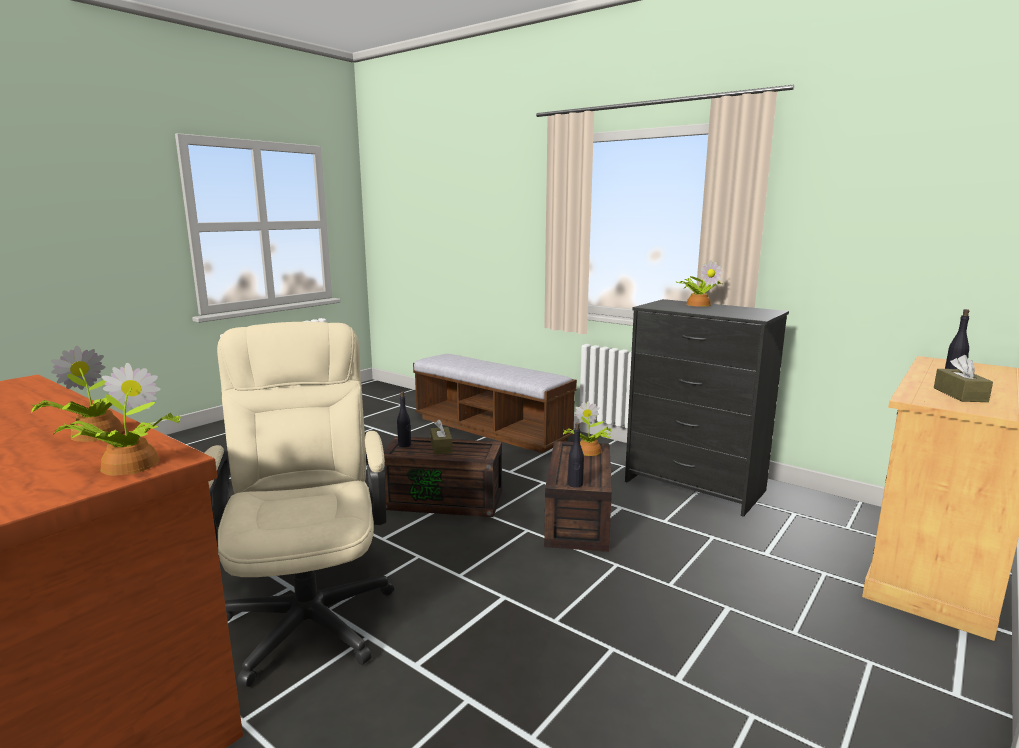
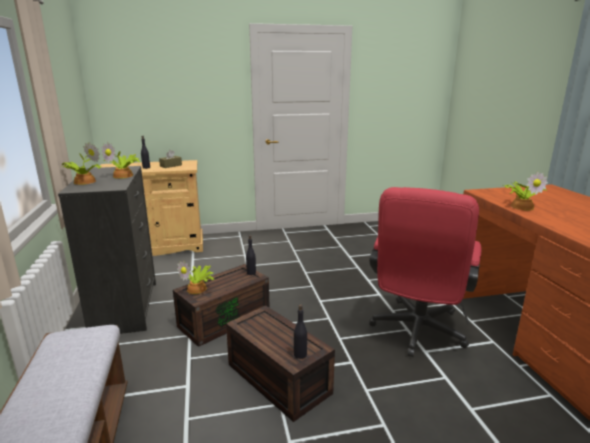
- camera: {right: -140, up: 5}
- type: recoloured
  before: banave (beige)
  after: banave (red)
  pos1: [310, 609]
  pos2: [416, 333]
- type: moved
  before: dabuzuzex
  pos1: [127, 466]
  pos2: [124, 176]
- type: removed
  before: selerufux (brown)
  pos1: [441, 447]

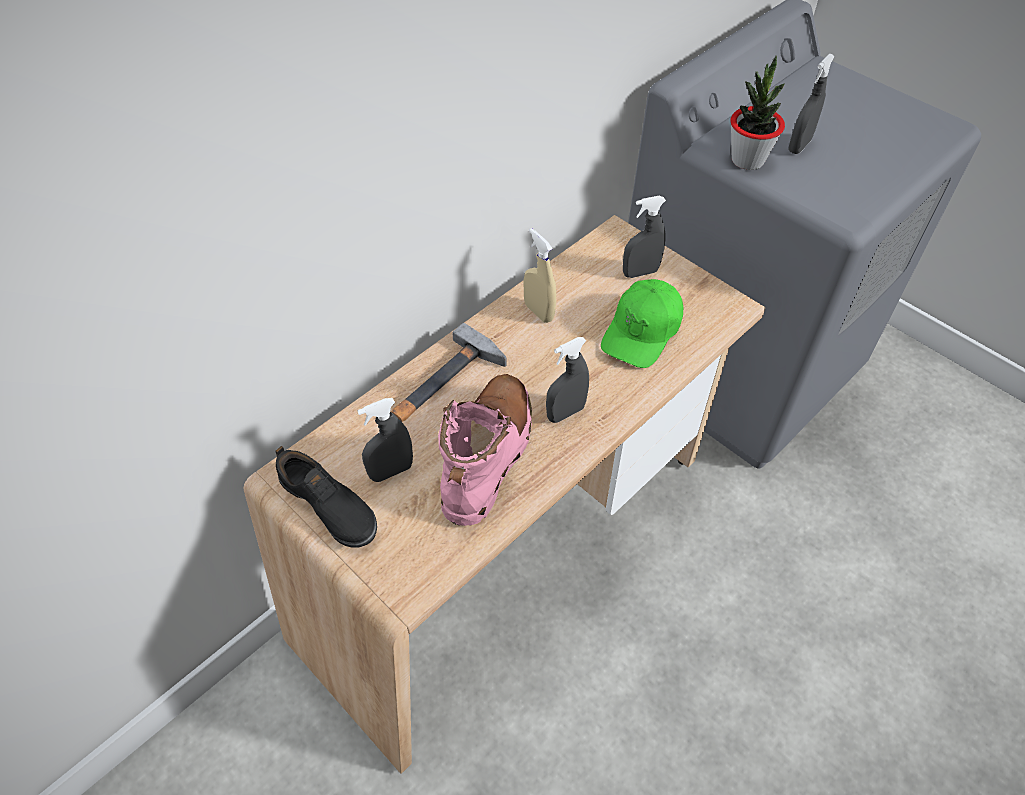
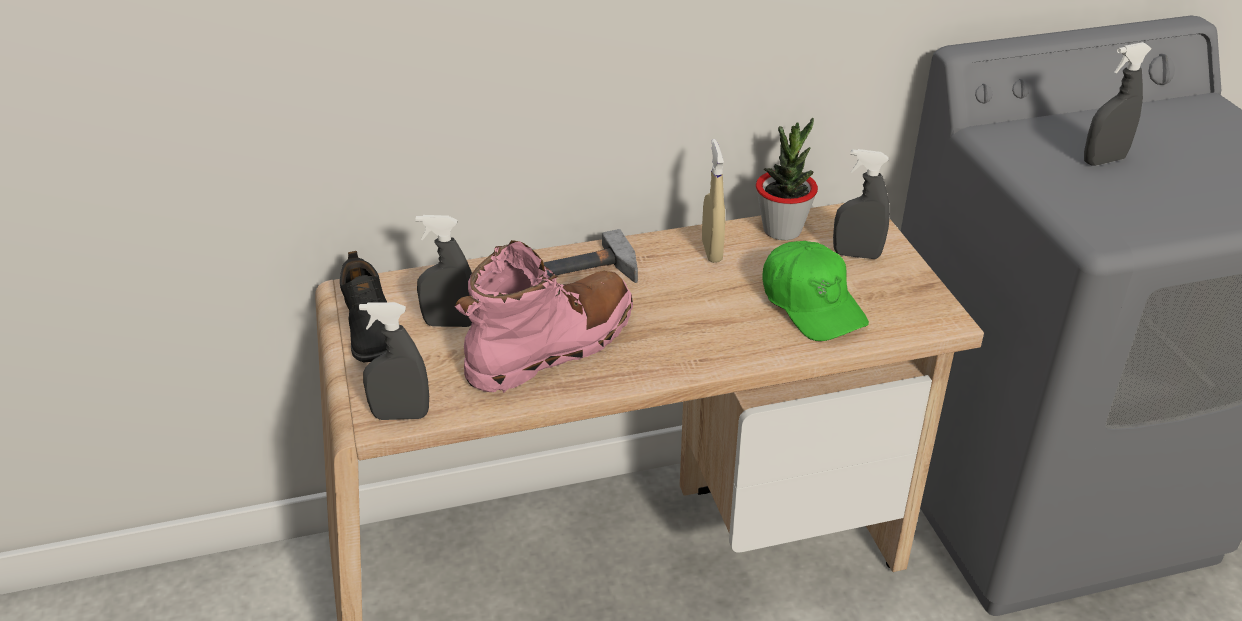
- camera: {right: 30, up: -15}
- type: moved
  before: dabuzuzex
  pos1: [747, 160]
  pos2: [782, 230]
- type: turned
  before: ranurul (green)
  pos1: [642, 331]
  pos2: [812, 304]
  turn: -90
- type: moved
  before: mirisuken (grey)
  pos1: [565, 413]
  pos2: [400, 415]

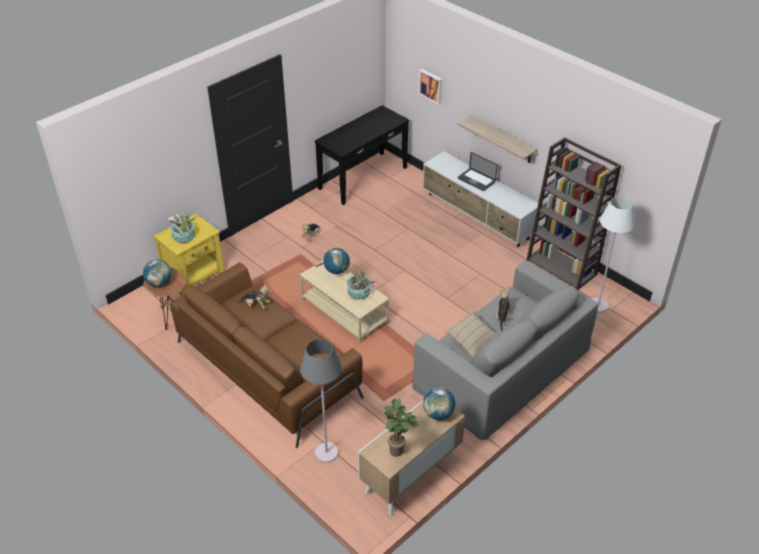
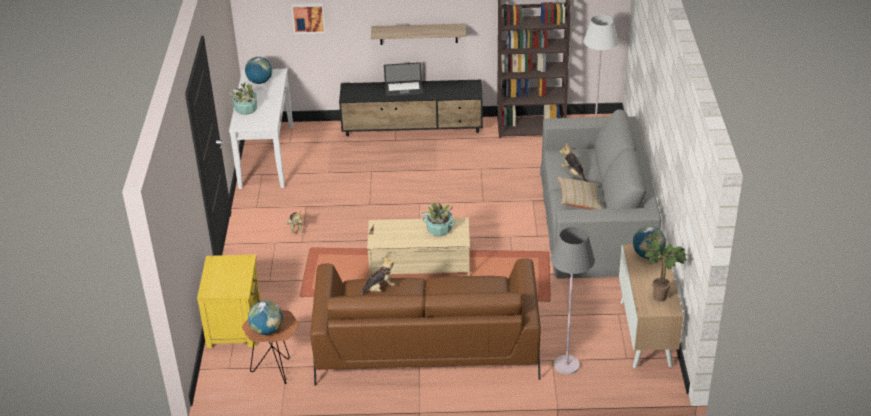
- camera: {right: -45, up: -5}
- type: recoloured
  before: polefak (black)
  after: polefak (white)
  pos1: [363, 178]
  pos2: [266, 156]
- type: recoloured
  before: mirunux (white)
  after: mirunux (black)
  pos1: [477, 216]
  pos2: [413, 129]
- type: moved
  before: dabuzuzex
  pos1: [184, 237]
  pos2: [246, 109]
- type: moved
  before: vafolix
  pos1: [337, 270]
  pos2: [260, 82]

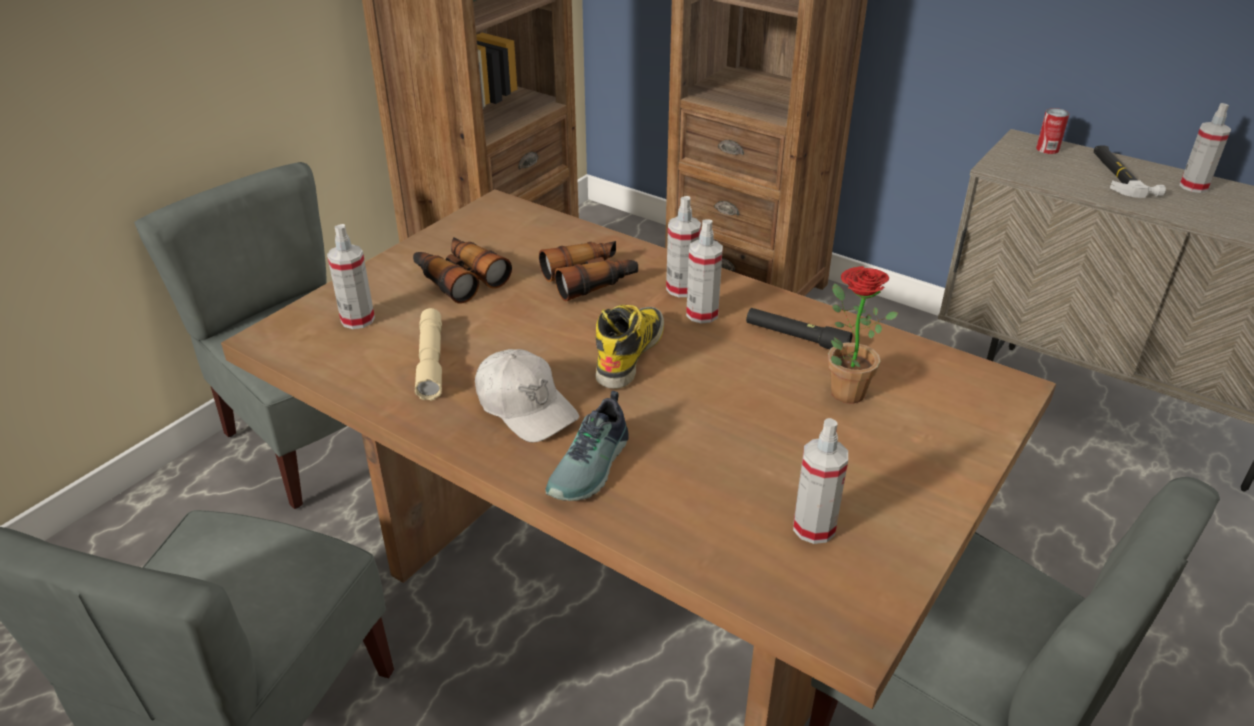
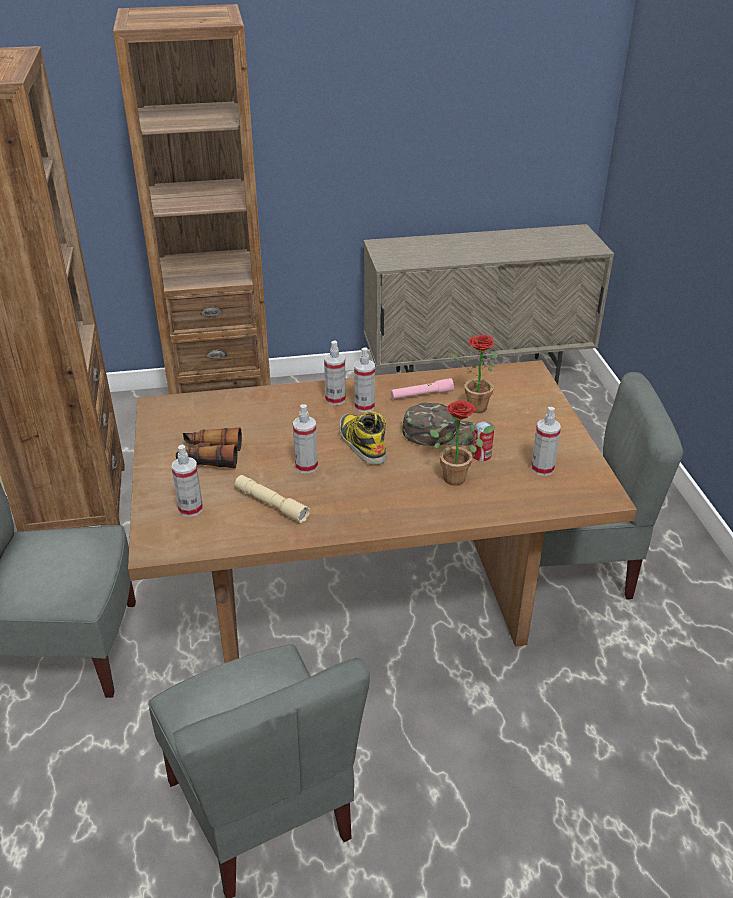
- camera: {right: -45, up: 0}
- type: moved
  before: mirisuken
  pos1: [1193, 186]
  pos2: [306, 466]
- type: moved
  before: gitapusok
  pos1: [1047, 149]
  pos2: [481, 455]
- type: removed
  before: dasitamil
  pos1: [1119, 175]
- type: removed
  before: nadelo
  pos1: [590, 279]
- type: recoloured
  before: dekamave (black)
  after: dekamave (pink)
  pos1: [796, 337]
  pos2: [421, 395]
- type: removed
  before: ranurul (white)
  pos1: [525, 407]
- type: removed
  before: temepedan
  pos1: [592, 467]
- type: added
  after: dabuzuzex
  pos2: [458, 477]
- type: added
  after: ranurul (green)
  pos2: [441, 432]

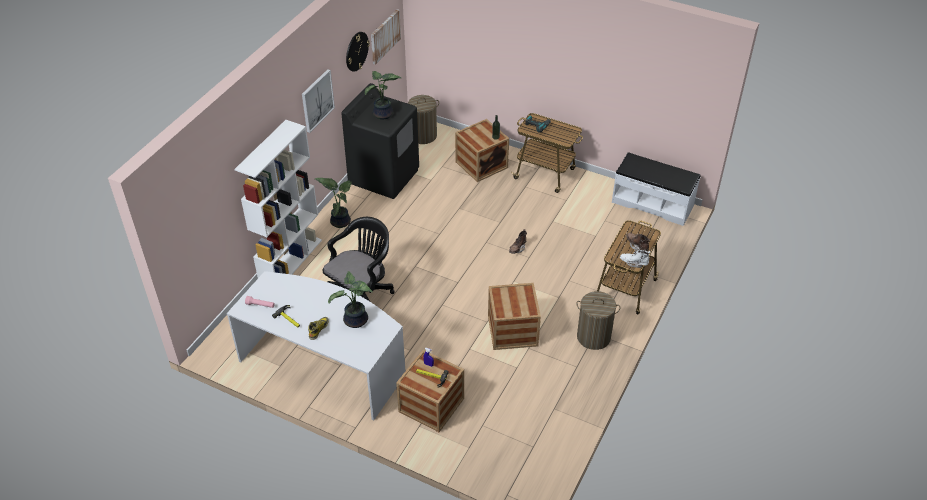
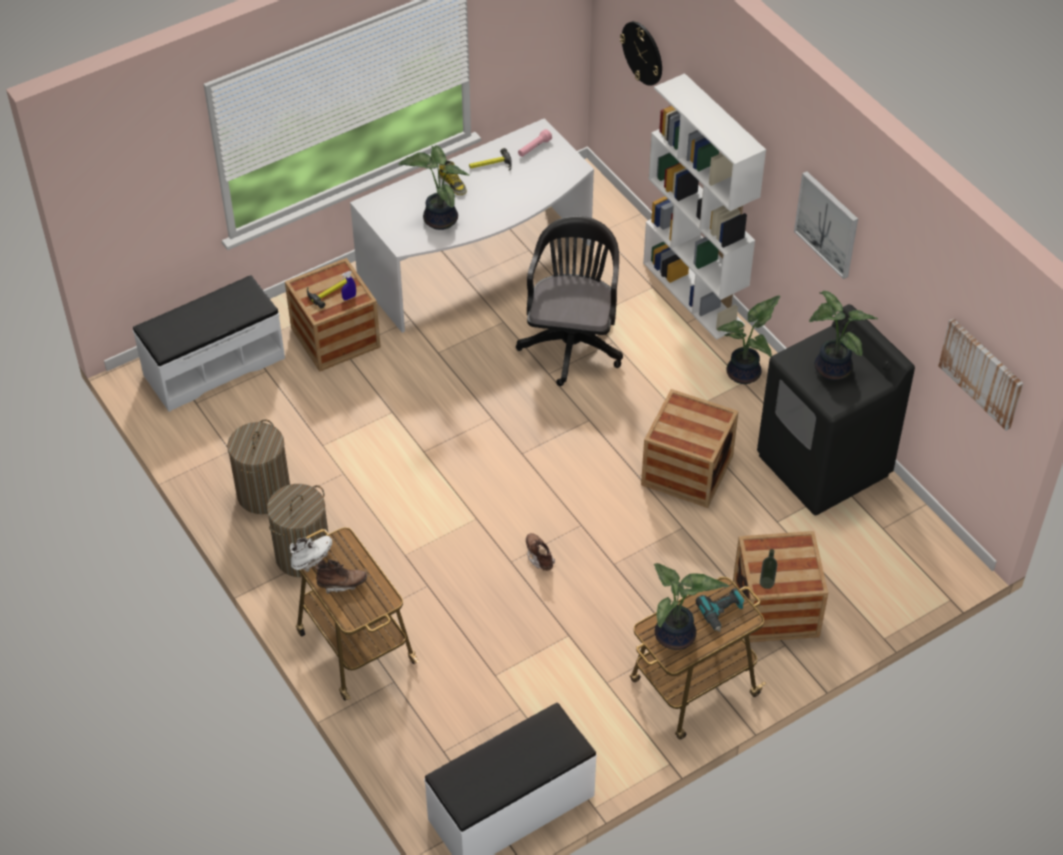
- camera: {right: 120, up: 5}
- type: moved
  before: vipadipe
  pos1: [356, 51]
  pos2: [643, 53]
- type: moved
  before: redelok
  pos1: [423, 135]
  pos2: [264, 493]
- type: turned
  before: banave (black)
  pos1: [361, 295]
  pos2: [572, 342]
  turn: -150
- type: moved
  before: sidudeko
  pos1: [512, 331]
  pos2: [687, 470]
- type: added
  after: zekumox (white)
  pos2: [214, 366]
- type: added
  after: dabuzuzex
  pos2: [676, 637]

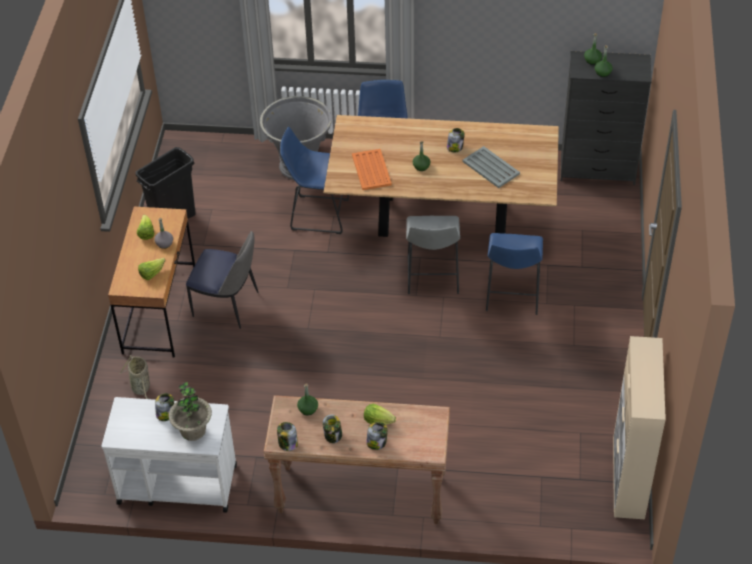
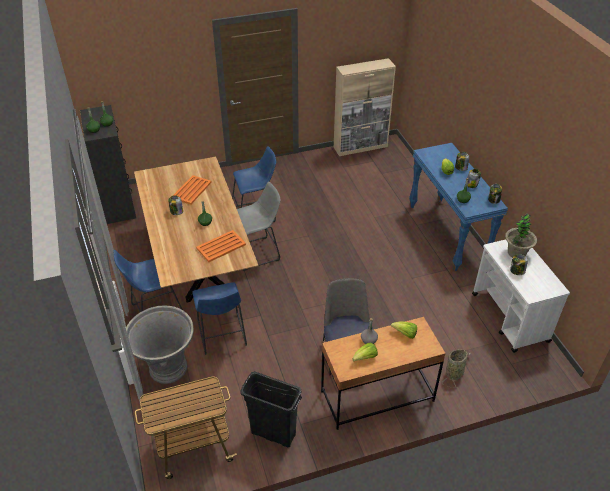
- camera: {right: -115, up: -5}
- type: recoloured
  before: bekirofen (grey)
  after: bekirofen (orange)
  pos1: [490, 167]
  pos2: [191, 190]
- type: recoloured
  before: polefak (brown)
  after: polefak (blue)
  pos1: [360, 496]
  pos2: [448, 233]
- type: added
  after: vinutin
  pos2: [192, 447]

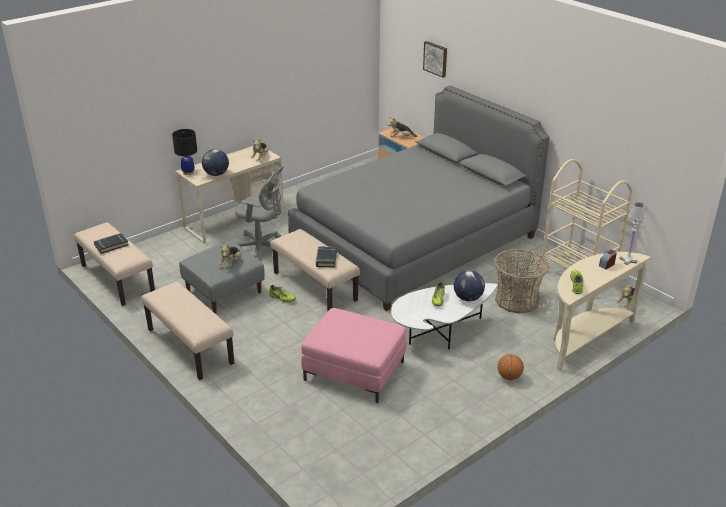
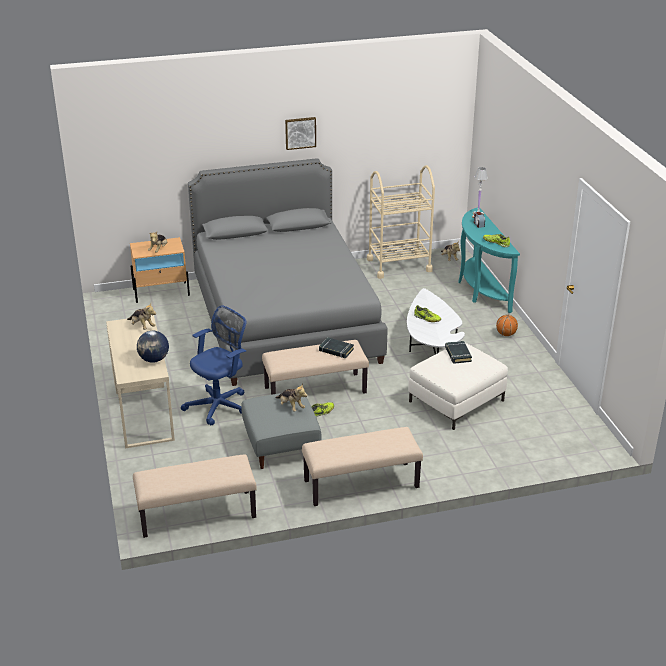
- camera: {right: -65, up: 0}
- type: moved
  before: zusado
  pos1: [436, 58]
  pos2: [300, 132]
- type: removed
  before: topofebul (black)
  pos1: [188, 172]
- type: recoloured
  before: banave (grey)
  after: banave (blue)
  pos1: [262, 249]
  pos2: [220, 405]
- type: moved
  before: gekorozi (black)
  pos1: [111, 245]
  pos2: [457, 354]
- type: removed
  before: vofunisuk
  pos1: [516, 300]
- type: recoloured
  before: polefak (beige)
  after: polefak (turquoise)
  pos1: [585, 338]
  pos2: [480, 290]
- type: removed
  before: vafolix
  pos1: [468, 298]
- type: recoloured
  before: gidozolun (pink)
  after: gidozolun (white)
  pos1: [354, 371]
  pos2: [456, 401]

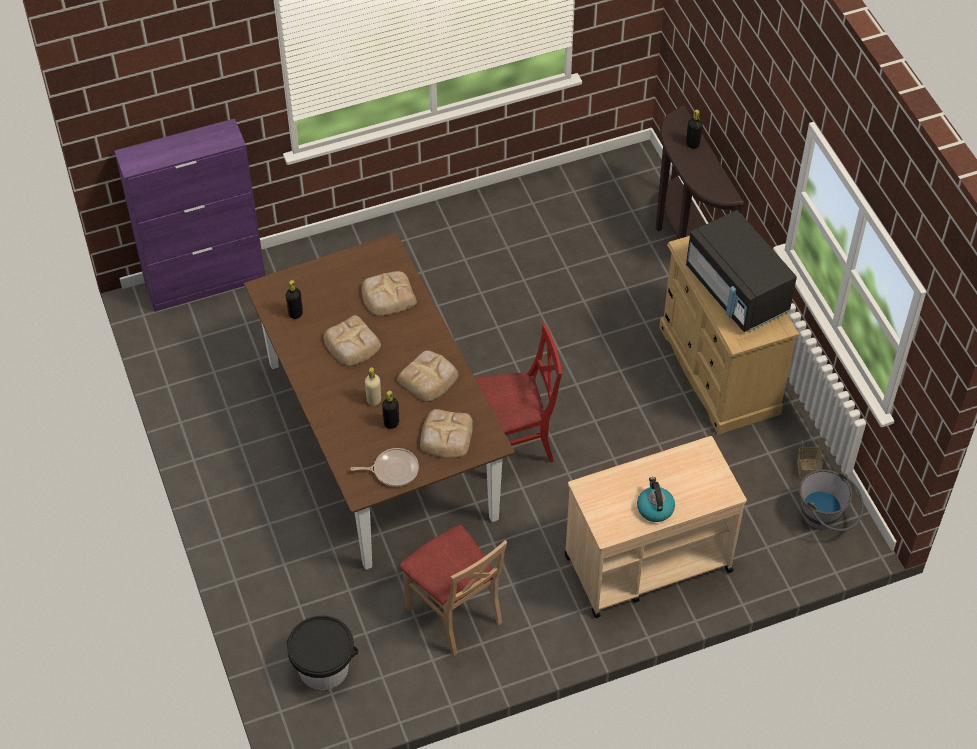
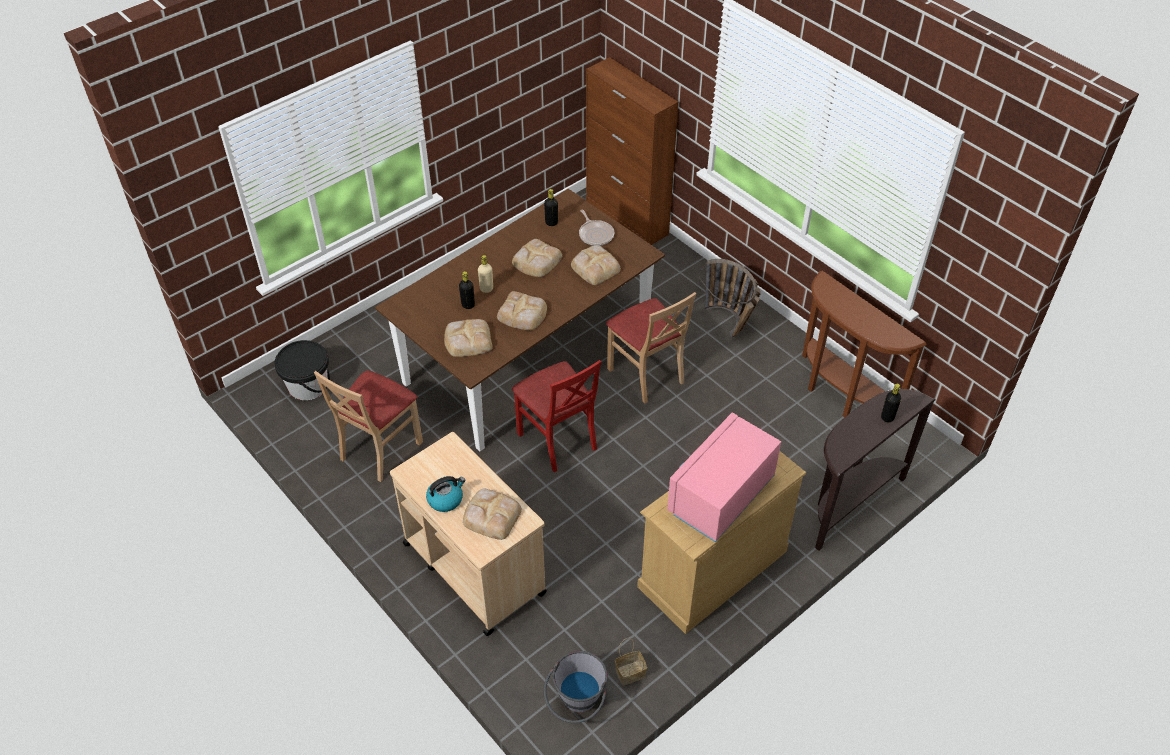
- camera: {right: 70, up: -5}
- type: recoloured
  before: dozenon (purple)
  after: dozenon (brown)
  pos1: [206, 282]
  pos2: [627, 218]
- type: recoloured
  before: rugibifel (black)
  after: rugibifel (pink)
  pos1: [736, 291]
  pos2: [720, 495]
- type: moved
  before: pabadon
  pos1: [393, 470]
  pos2: [595, 234]
- type: added
  after: vofunisuk
  pos2: [730, 326]
- type: added
  after: polefak (brown)
  pos2: [839, 395]
- type: added
  after: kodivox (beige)
  pos2: [646, 374]
- type: added
  after: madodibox
  pos2: [491, 515]

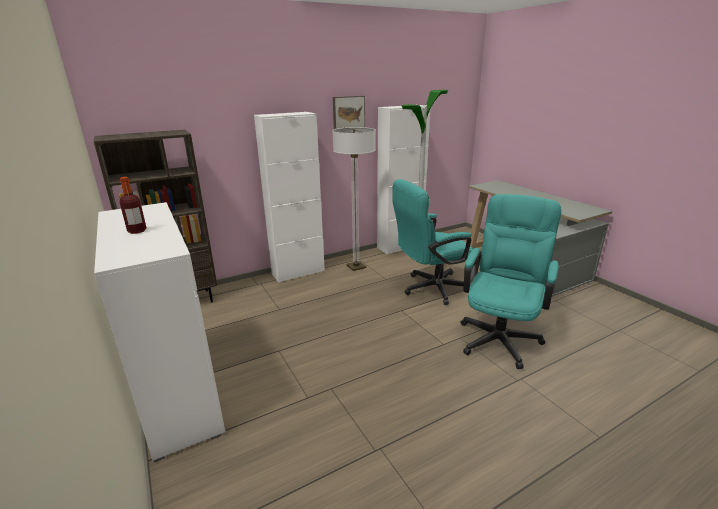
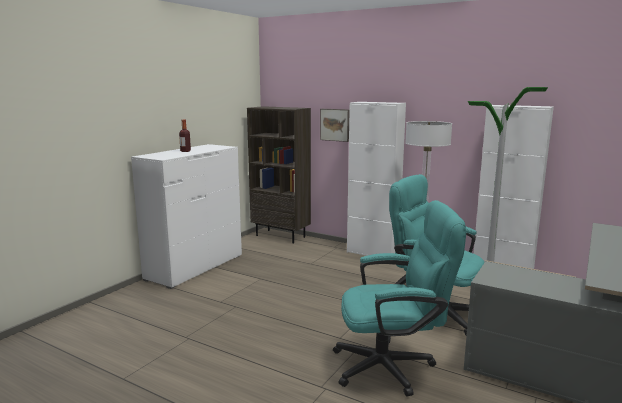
- camera: {right: 60, up: -10}
- type: moved
  before: zusado
  pos1: [348, 114]
  pos2: [335, 124]

